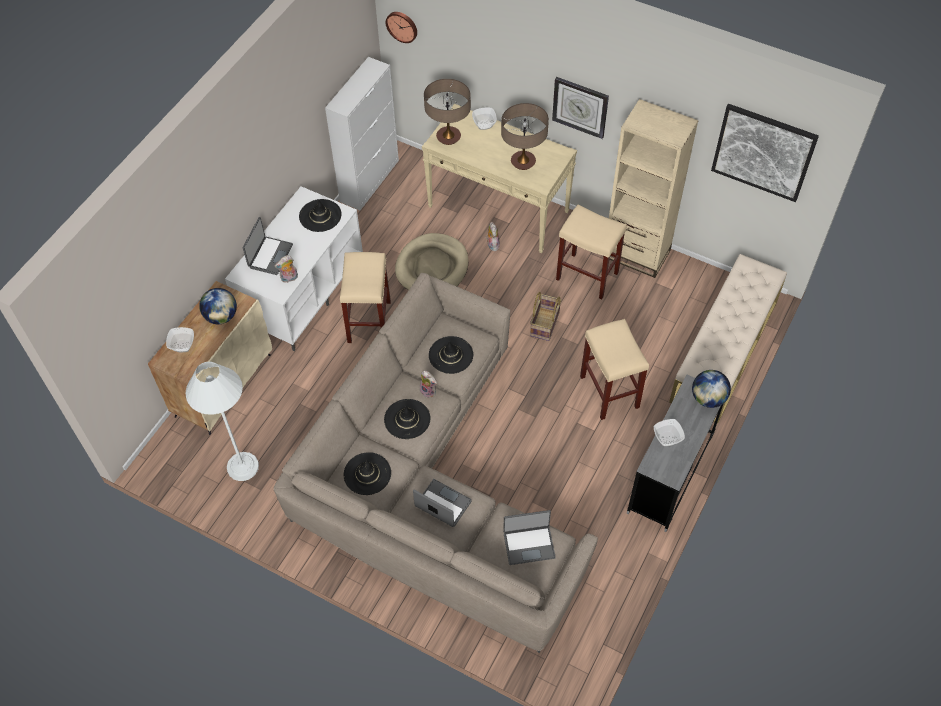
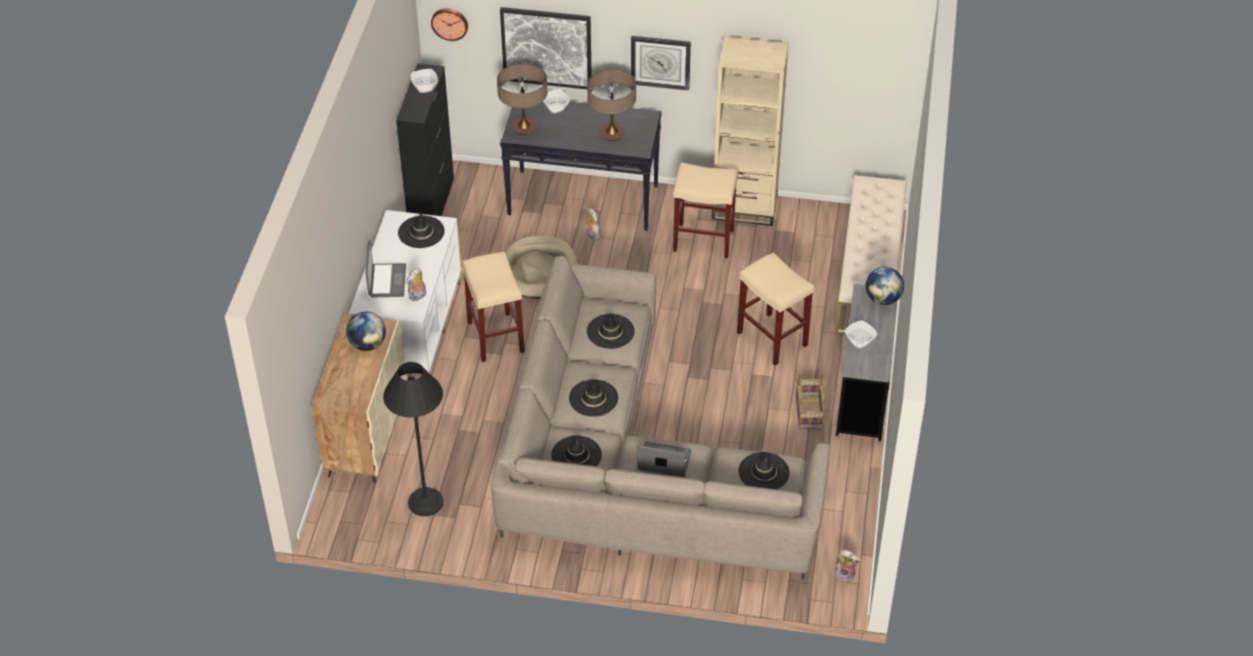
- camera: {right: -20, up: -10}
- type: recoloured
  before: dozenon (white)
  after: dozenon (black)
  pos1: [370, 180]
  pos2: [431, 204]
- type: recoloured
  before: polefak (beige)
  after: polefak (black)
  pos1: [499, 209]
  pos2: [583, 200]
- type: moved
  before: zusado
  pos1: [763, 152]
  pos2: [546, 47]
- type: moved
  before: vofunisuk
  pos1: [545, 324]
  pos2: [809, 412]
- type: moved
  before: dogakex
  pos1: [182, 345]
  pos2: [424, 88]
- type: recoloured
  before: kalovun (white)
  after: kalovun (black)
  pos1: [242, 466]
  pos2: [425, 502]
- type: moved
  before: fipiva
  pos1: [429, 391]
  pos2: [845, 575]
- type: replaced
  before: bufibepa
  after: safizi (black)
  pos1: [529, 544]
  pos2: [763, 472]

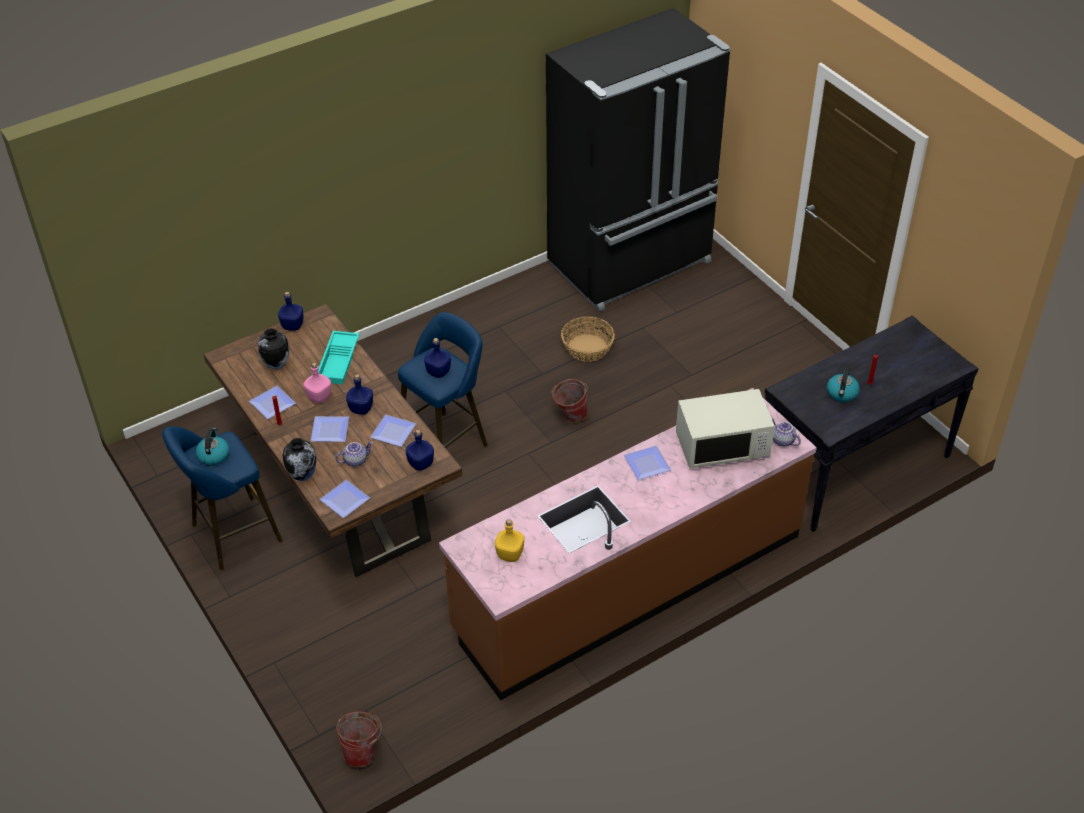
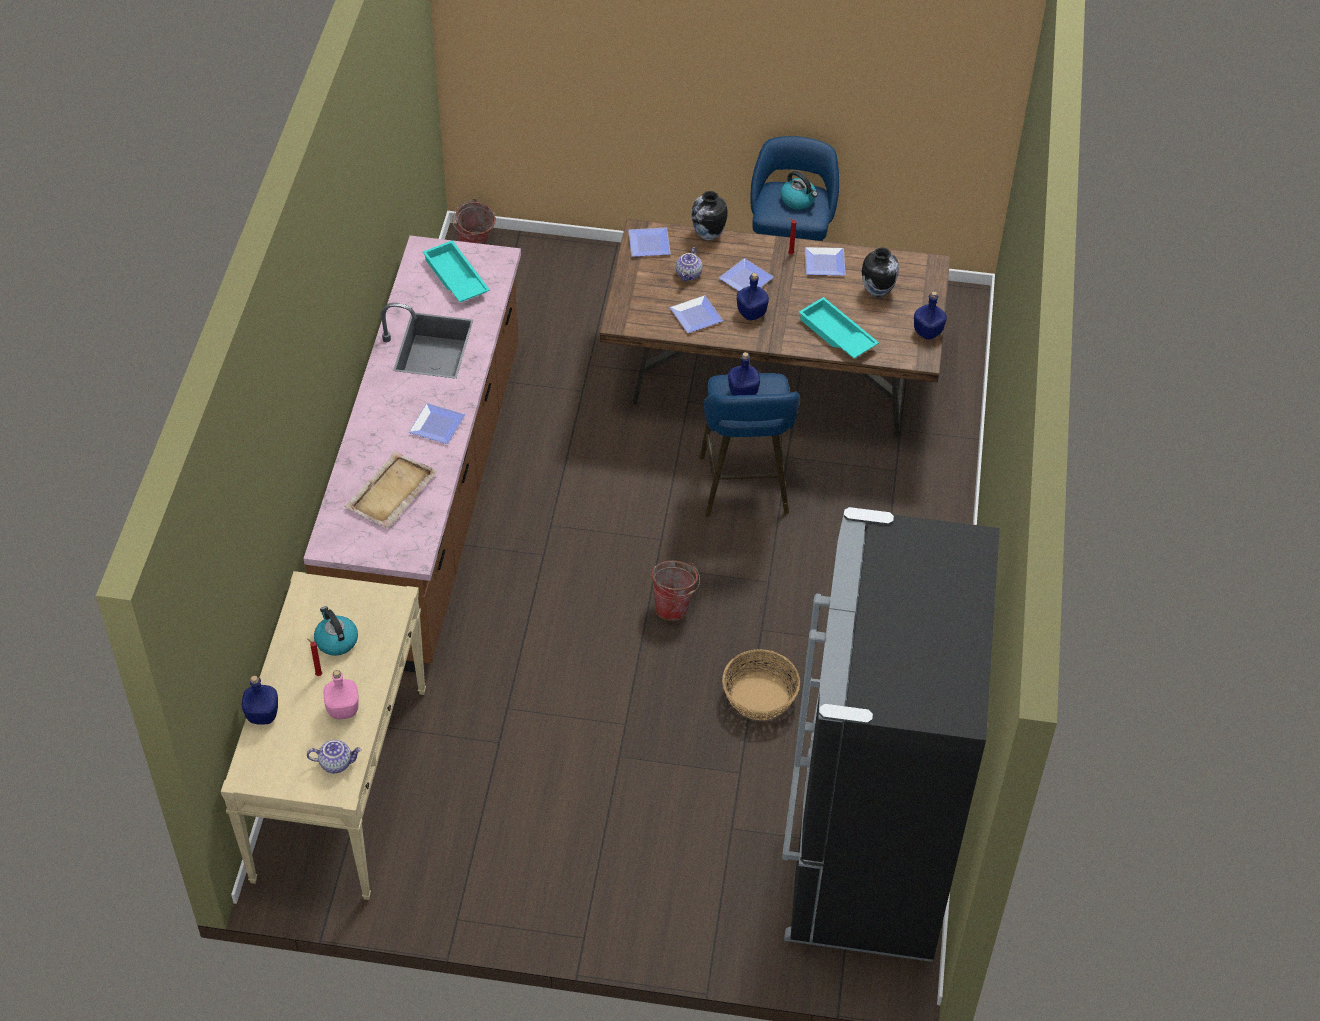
- camera: {right: 130, up: 5}
- type: recoloured
  before: polefak (black)
  after: polefak (beige)
  pos1: [853, 467]
  pos2: [340, 782]
- type: moved
  before: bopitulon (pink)
  pos1: [319, 397]
  pos2: [343, 709]
- type: replaced
  before: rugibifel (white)
  after: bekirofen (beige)
  pos1: [722, 446]
  pos2: [391, 492]
- type: moved
  before: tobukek
  pos1: [782, 441]
  pos2: [336, 762]
- type: moved
  before: bopitulon (blue)
  pos1: [420, 464]
  pos2: [262, 714]
- type: replaced
  before: bopitulon (yellow)
  after: bekirofen (turquoise)
  pos1: [510, 555]
  pos2: [454, 278]

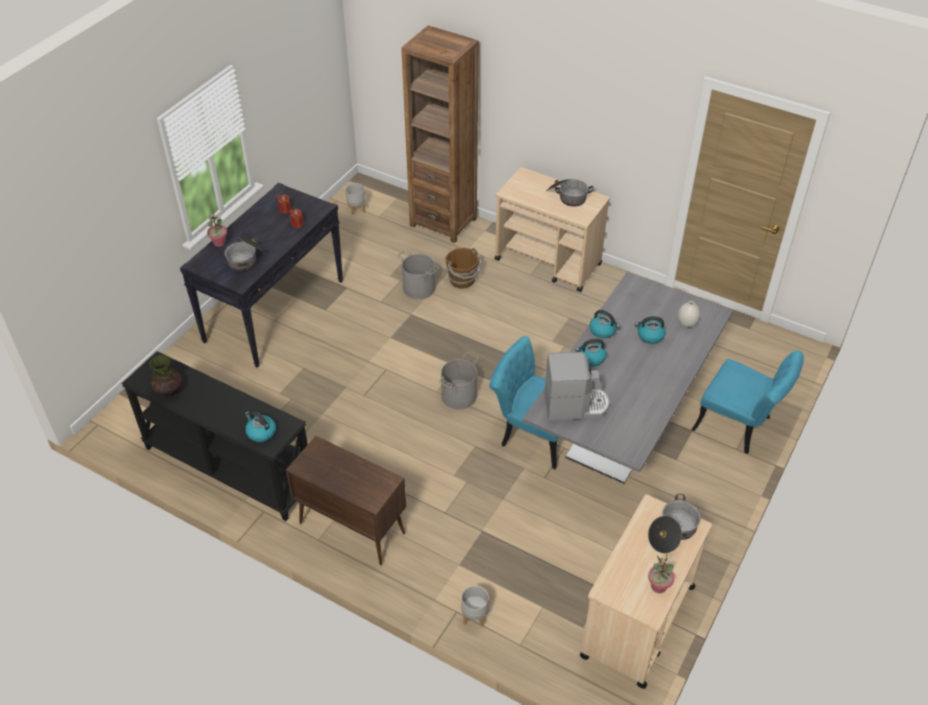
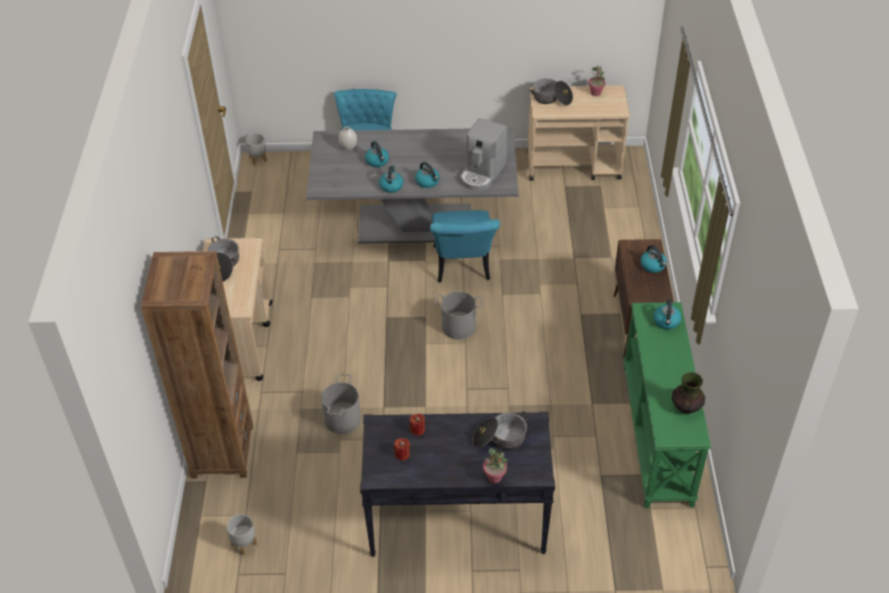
- camera: {right: -120, up: 0}
- type: removed
  before: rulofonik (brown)
  pos1: [462, 280]
- type: recoloured
  before: polefak (black)
  after: polefak (green)
  pos1: [228, 468]
  pos2: [658, 434]
- type: turned
  before: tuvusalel
  pos1: [575, 405]
  pos2: [482, 173]
  turn: -120
- type: moved
  before: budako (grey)
  pos1: [475, 616]
  pos2: [258, 159]
- type: added
  after: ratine
  pos2: [653, 266]

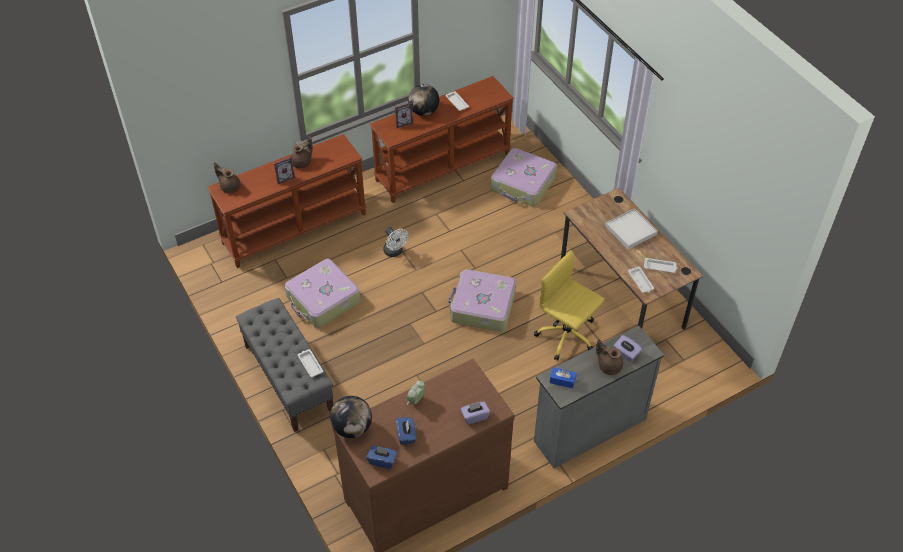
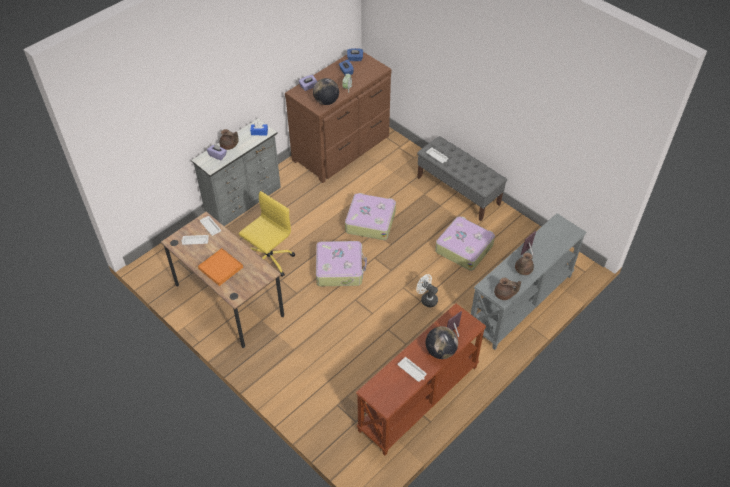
- camera: {right: 165, up: 0}
- type: recoloured
  before: polefak (brown)
  after: polefak (grey)
  pos1: [294, 227]
  pos2: [521, 303]
- type: moved
  before: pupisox
  pos1: [523, 184]
  pos2: [370, 221]
- type: moved
  before: tobukek (brown)
  pos1: [230, 187]
  pos2: [504, 294]
- type: recoloured
  before: bekirofen (white)
  after: bekirofen (orange)
  pos1: [630, 230]
  pos2: [221, 268]
- type: turned
  before: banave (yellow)
  pos1: [567, 336]
  pos2: [268, 260]
  turn: -75
- type: moved
  before: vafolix
  pos1: [352, 428]
  pos2: [326, 102]

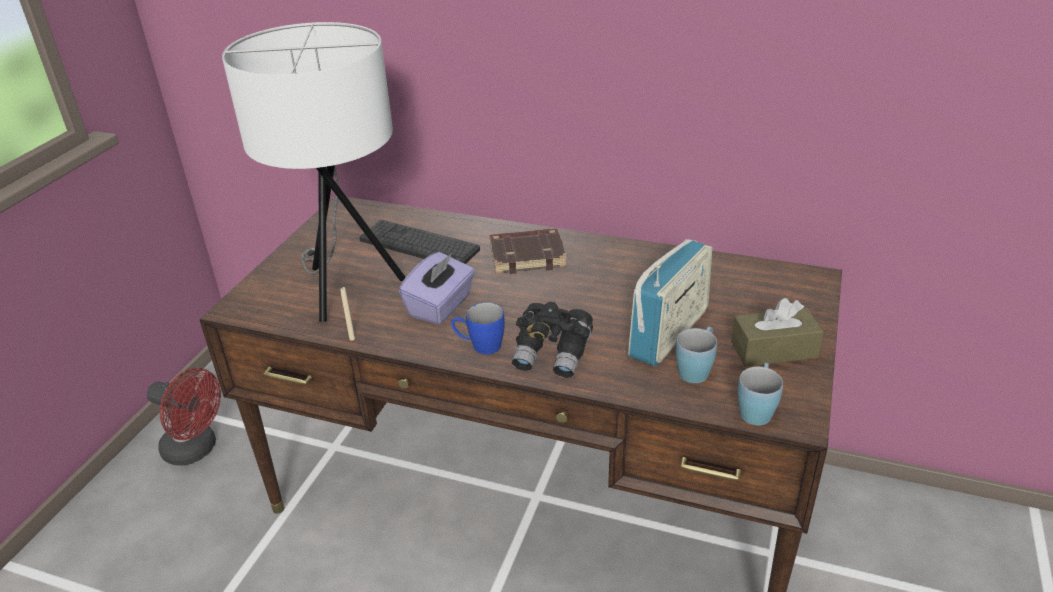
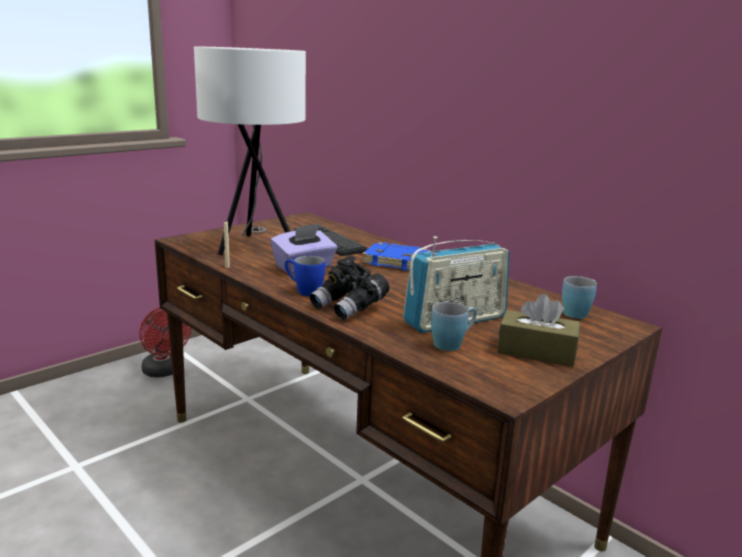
- camera: {right: 25, up: -15}
- type: recoloured
  before: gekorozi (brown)
  after: gekorozi (blue)
  pos1: [528, 256]
  pos2: [397, 261]
- type: moved
  before: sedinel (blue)
  pos1: [756, 409]
  pos2: [578, 312]

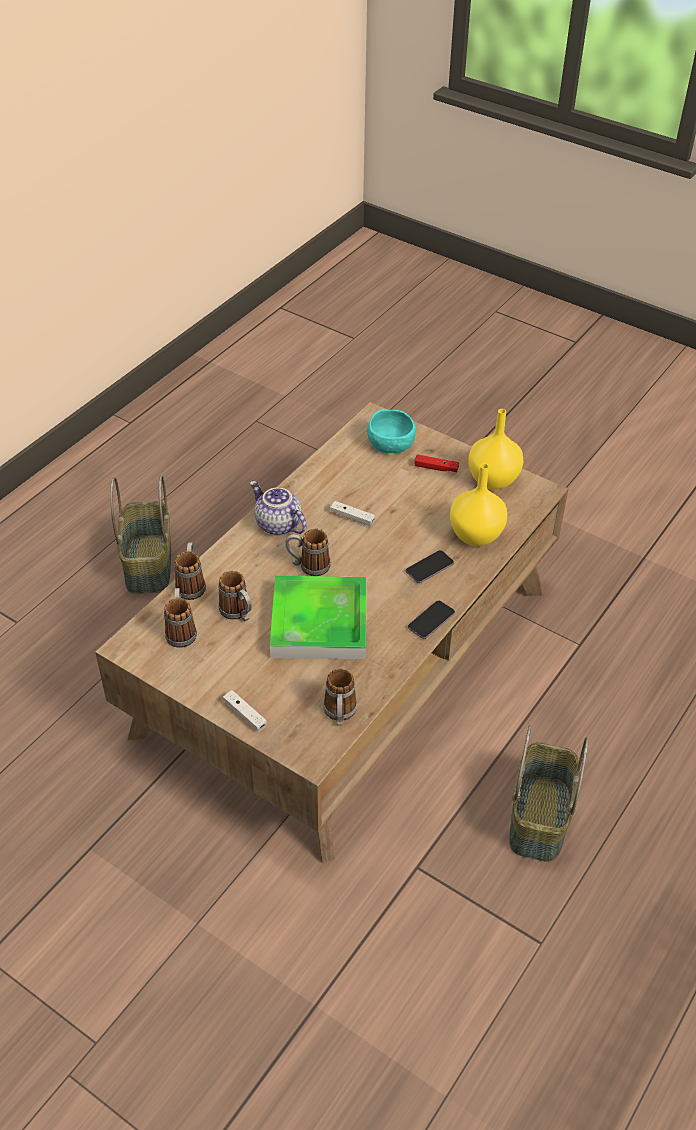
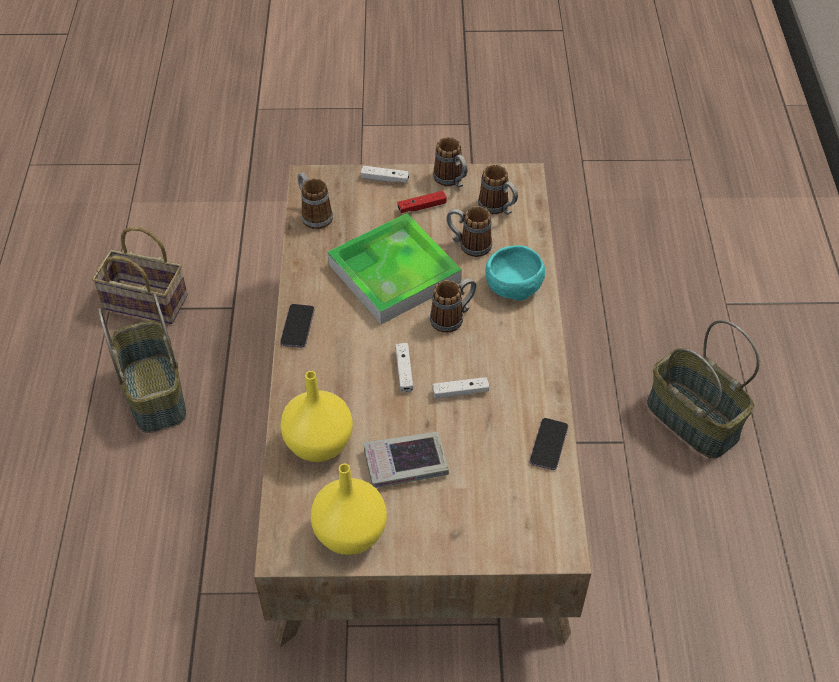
- camera: {right: 145, up: 5}
- type: moved
  before: dogakex (turquoise)
  pos1: [391, 444]
  pos2: [512, 285]
- type: moved
  before: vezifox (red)
  pos1: [436, 468]
  pos2: [422, 207]
- type: removed
  before: tobukek
  pos1: [277, 525]
- type: moved
  before: sedinel
  pos1: [191, 584]
  pos2: [451, 181]
- type: moved
  before: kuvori
  pos1: [429, 568]
  pos2: [548, 445]
- type: added
  after: vofunisuk
  pos2: [143, 303]
- type: added
  after: vezifox (white)
  pos2: [404, 371]
- type: added
  after: gekorozi
  pos2: [405, 464]

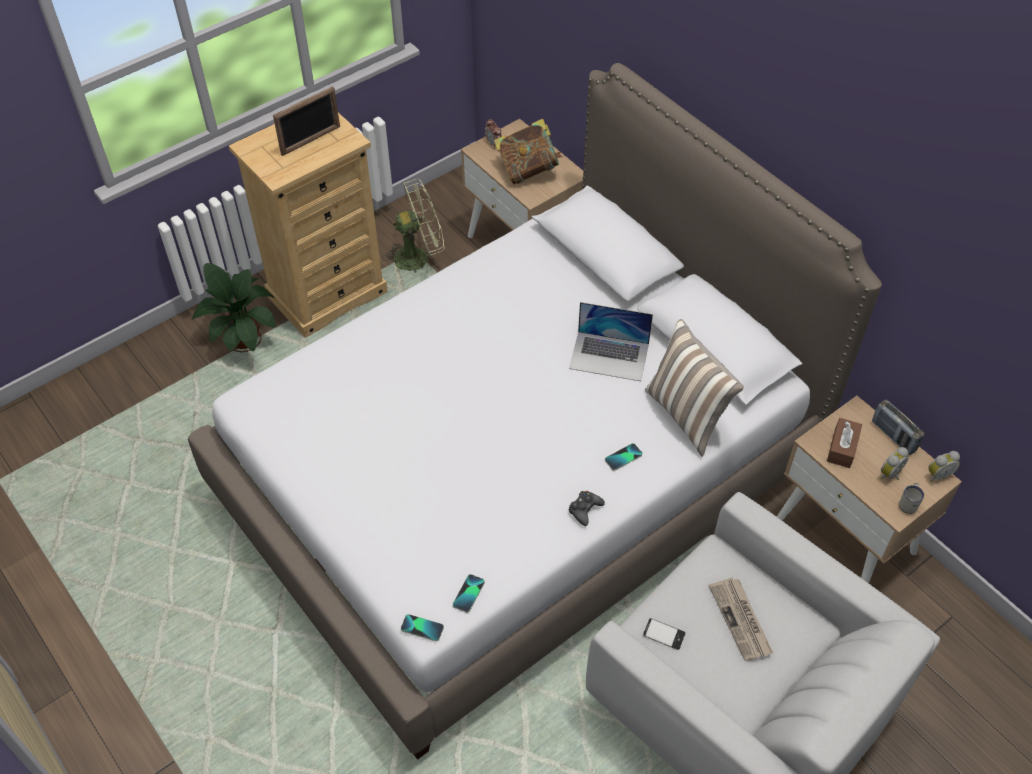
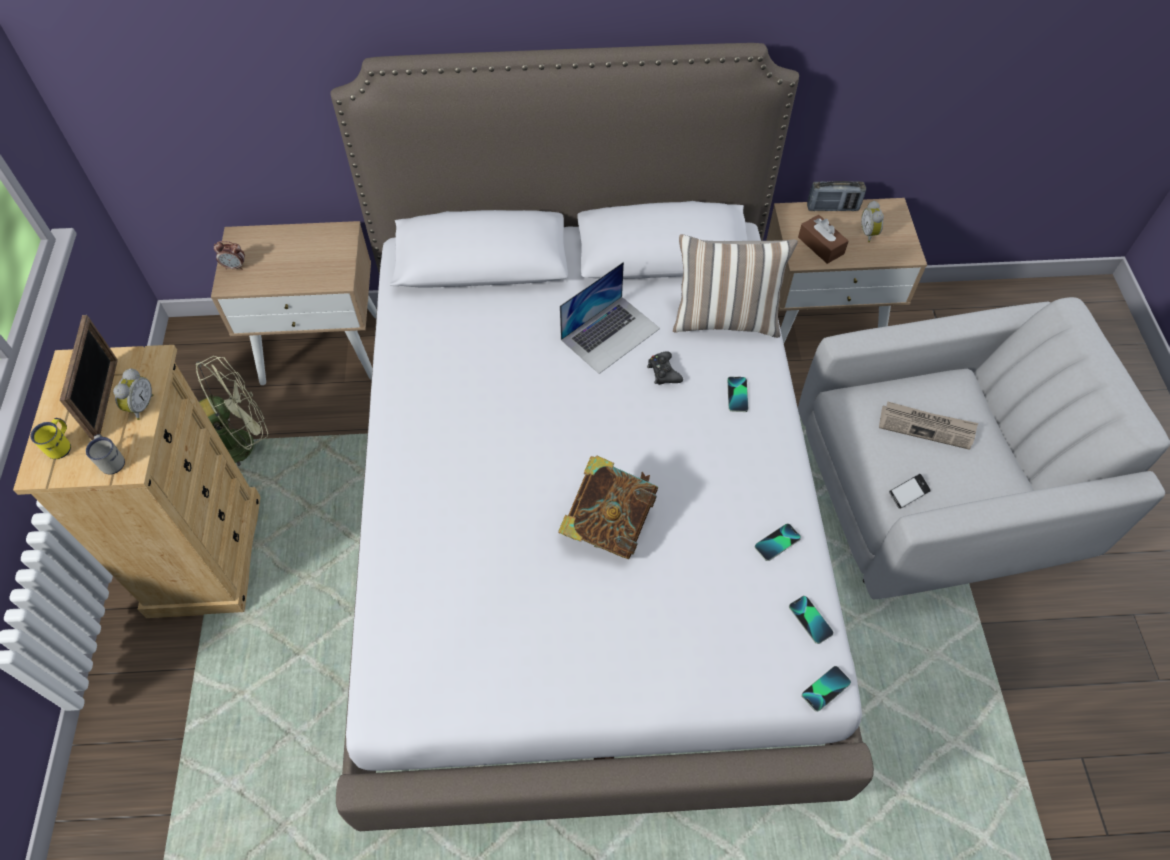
- camera: {right: -55, up: 5}
- type: moved
  before: gekorozi
  pos1: [528, 170]
  pos2: [608, 524]
- type: turned
  before: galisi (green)
  pos1: [418, 256]
  pos2: [242, 442]
  turn: 45
- type: removed
  before: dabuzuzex
  pos1: [243, 337]
- type: moved
  before: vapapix
  pos1: [937, 474]
  pos2: [140, 406]
- type: moved
  before: sedinel (white)
  pos1: [909, 503]
  pos2: [112, 460]
- type: moved
  before: vezifox (black)
  pos1: [585, 509]
  pos2: [663, 372]
- type: added
  after: sedinel (yellow)
  pos2: [62, 445]
- type: added
  after: kuvori
  pos2: [777, 542]

